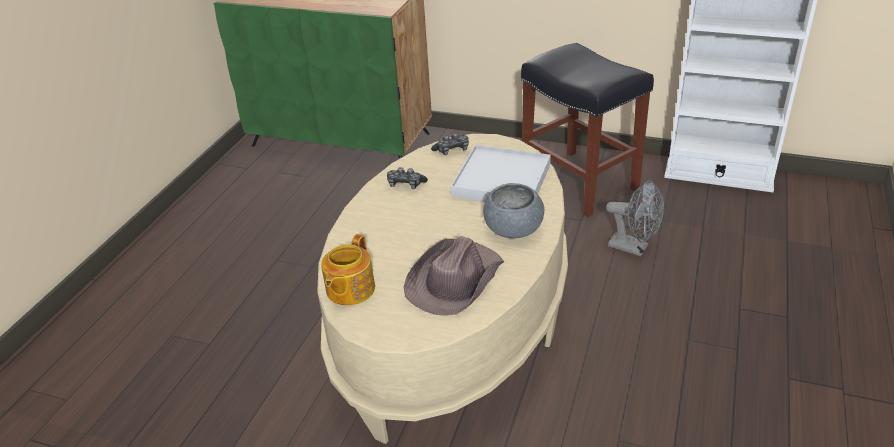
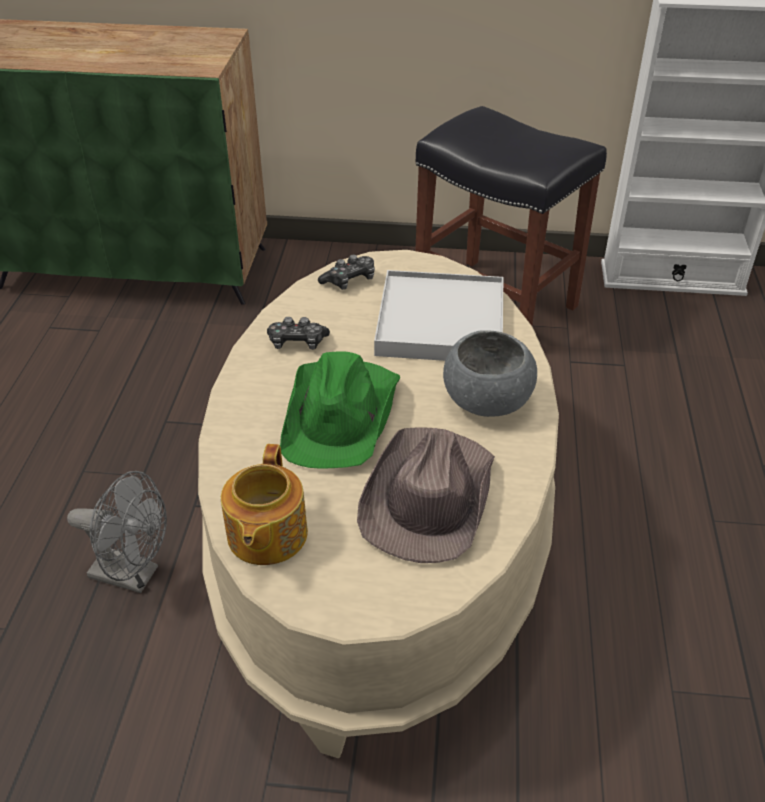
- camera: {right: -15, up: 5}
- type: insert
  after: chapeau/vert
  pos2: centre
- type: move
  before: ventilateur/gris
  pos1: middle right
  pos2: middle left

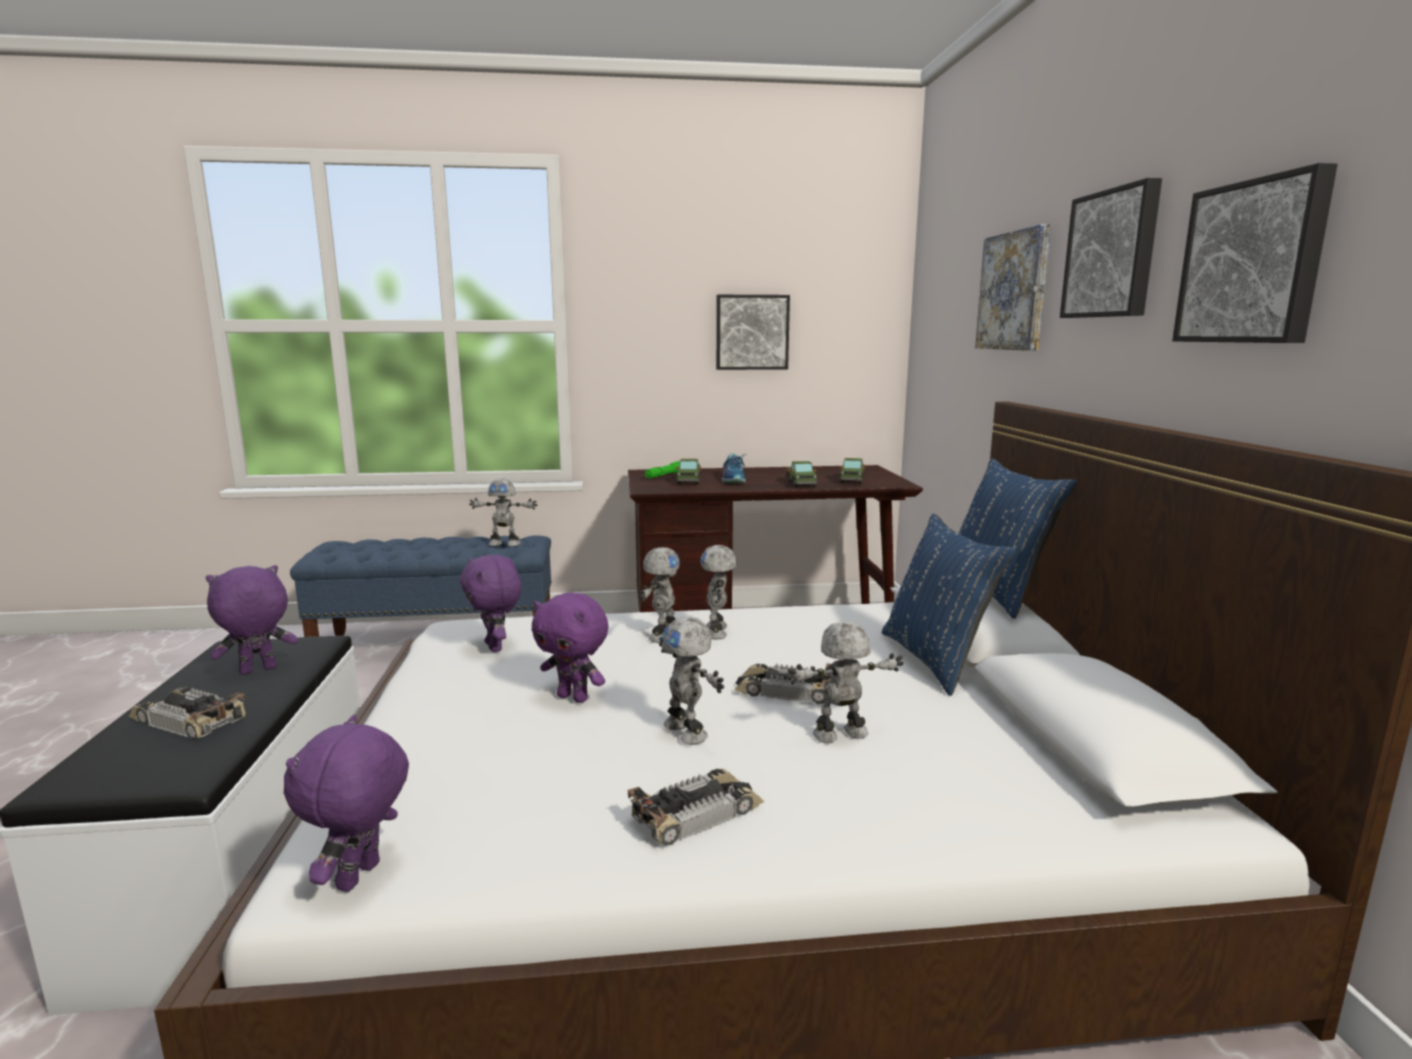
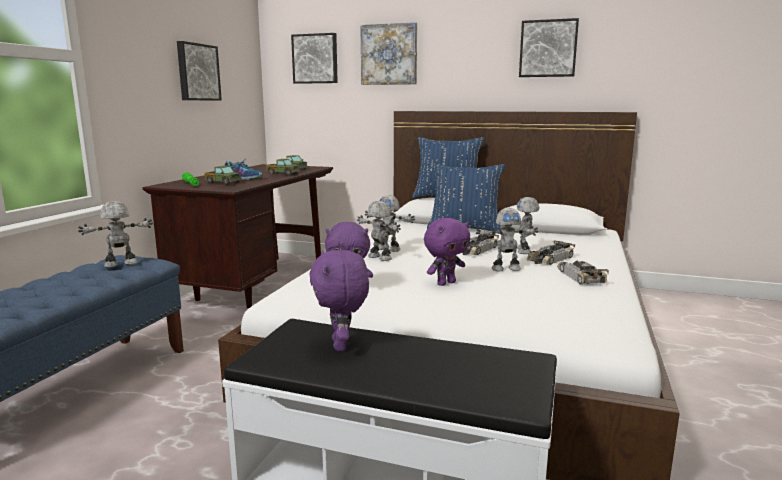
- camera: {right: -65, up: 0}
- type: delete
  before: peluche/violet (2nd from left)
  pos1: bottom left
- type: move
  before: petite voiture (1st from left in the first image)
  after: petite voiture (2nd from left)
  pos1: bottom left
  pos2: middle right
- type: move
  before: tableau (3rd from left in the first image)
  after: tableau (2nd from left)
  pos1: top right
  pos2: top centre
- type: rotate
  before: robot jouet (1st from left)
  pos1: centre
  pos2: middle left
  turn: -150

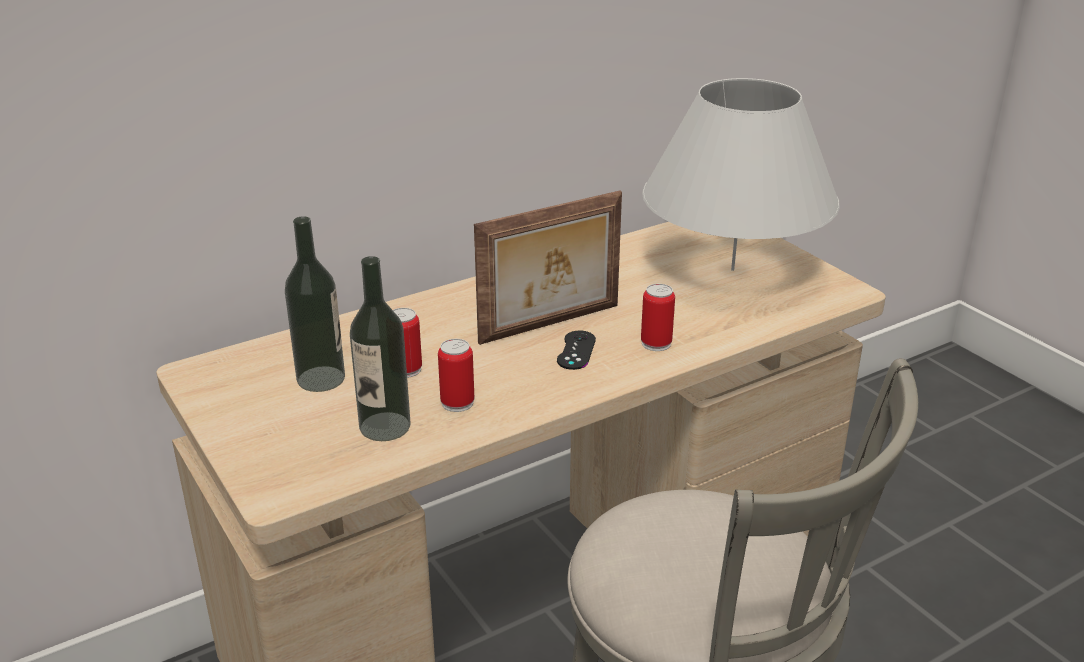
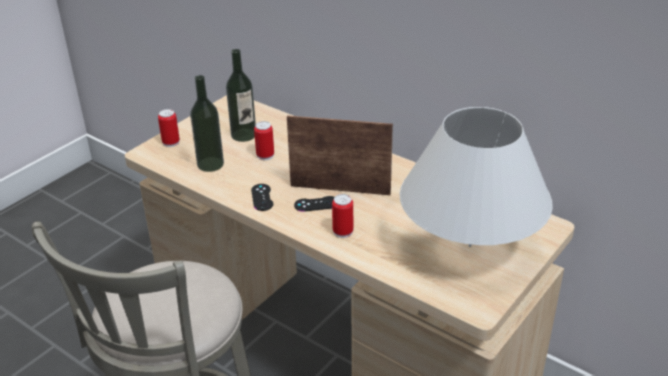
- camera: {right: 70, up: 5}
- type: insert
  after: manette/noir (1st from left)
  pos2: centre
- type: move
  before: boîte métallique (2nd from left in the first image)
  after: boîte métallique (1st from left)
  pos1: centre
  pos2: middle left
- type: rotate
  before: cadre photo
  pos1: centre
  pos2: centre
  turn: 150

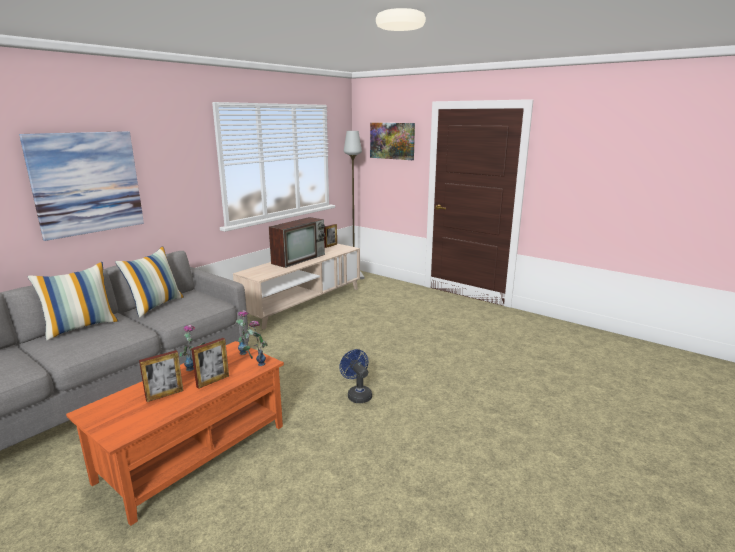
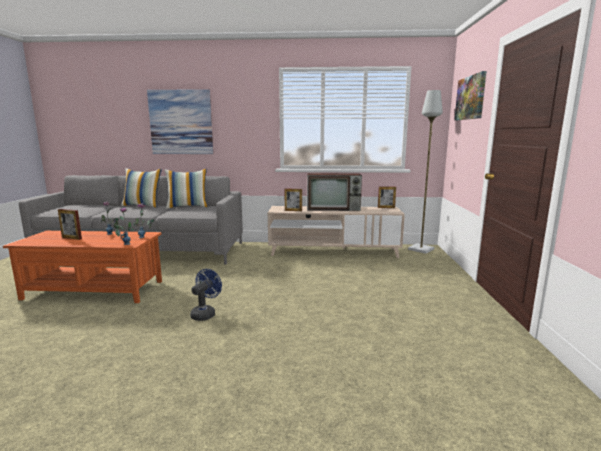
- camera: {right: 55, up: -5}
- type: move
  before: cadre photo (2nd from left)
  pos1: middle left
  pos2: centre

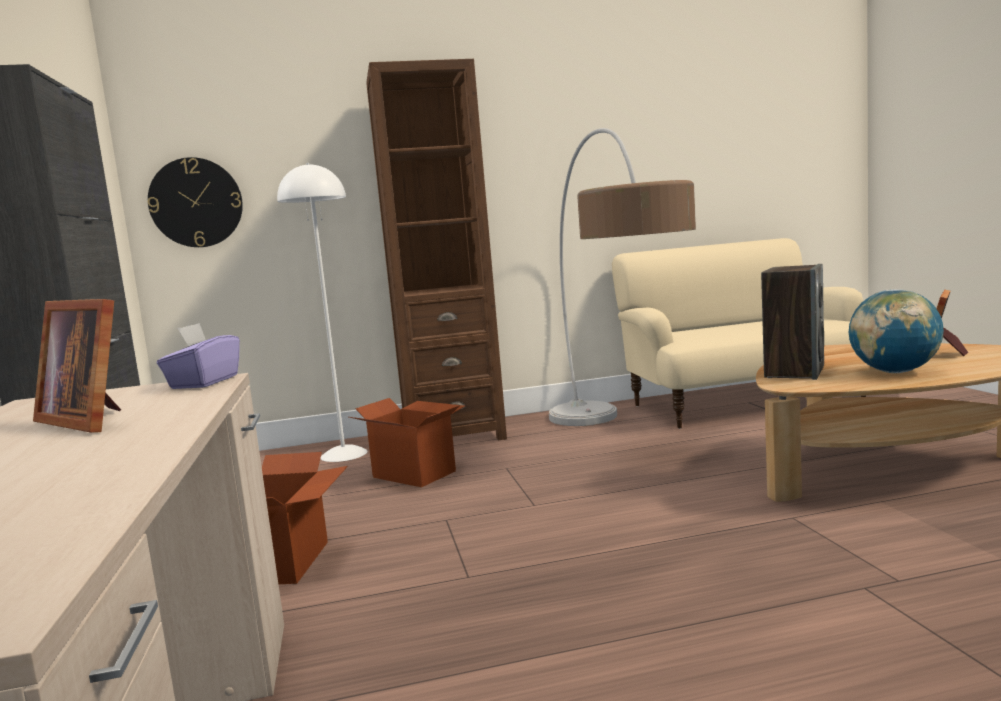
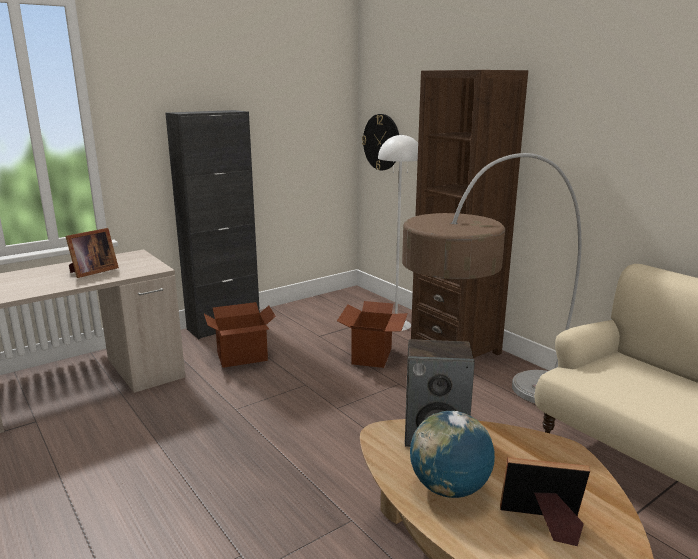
- camera: {right: 65, up: 10}
- type: delete
  before: boîte à mouchoirs/violet
  pos1: middle left
- type: rotate
  before: cadre photo (1st from left)
  pos1: middle left
  pos2: middle left
  turn: -150

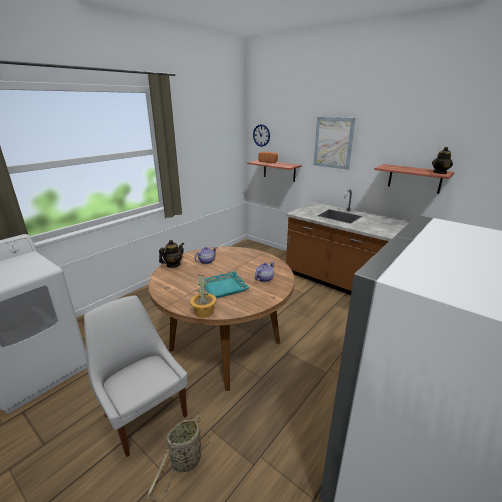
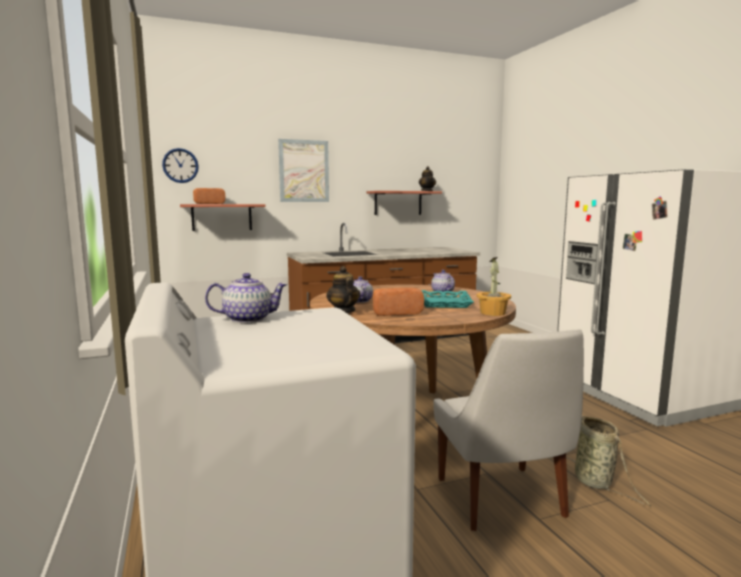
- camera: {right: -60, up: -15}
- type: insert
  after: théière (1st from left)
  pos2: middle left
- type: insert
  after: pain (2nd from left)
  pos2: centre
- type: rotate
  before: chaise/blanc
  pos1: bottom left
  pos2: bottom right
  turn: -90

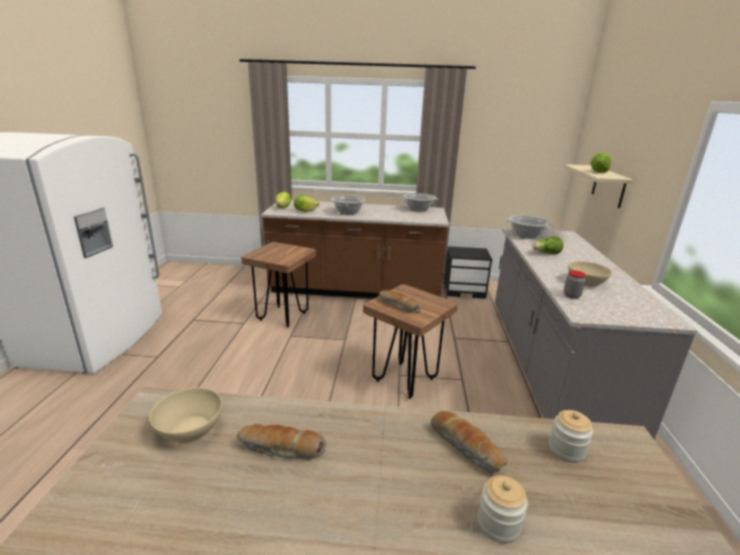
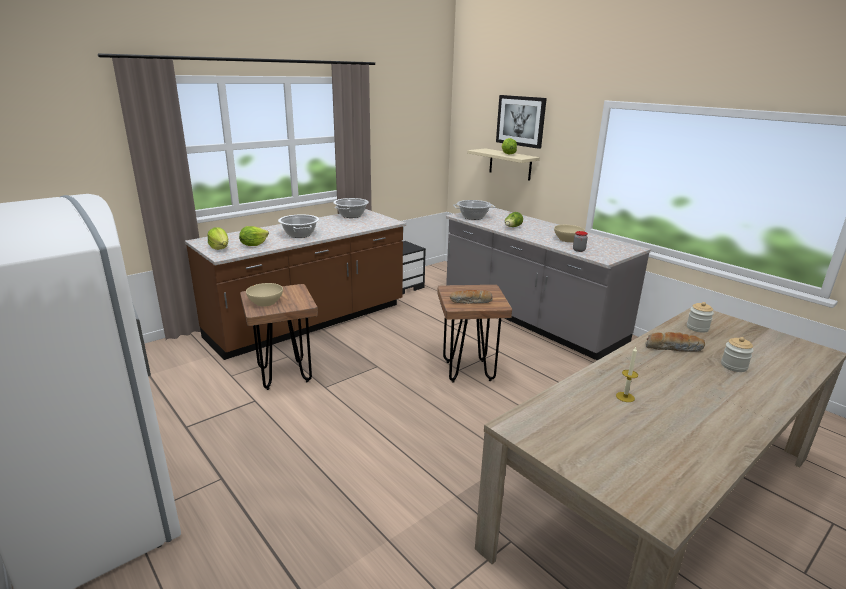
- camera: {right: -45, up: 0}
- type: insert
  after: tableau
  pos2: top centre
- type: move
  before: bol/beige (1st from left)
  pos1: bottom left
  pos2: middle left
- type: replace
  before: pain (1st from left)
  after: bougie
  pos1: bottom centre
  pos2: middle right

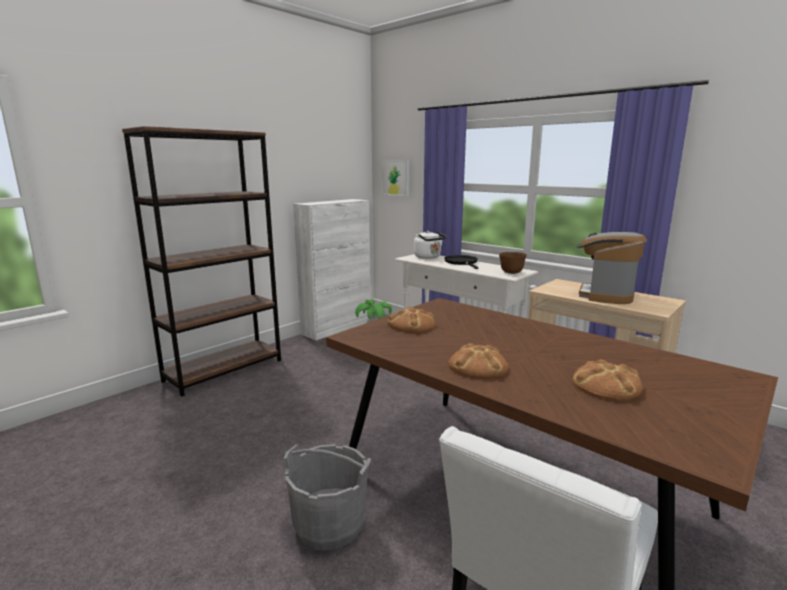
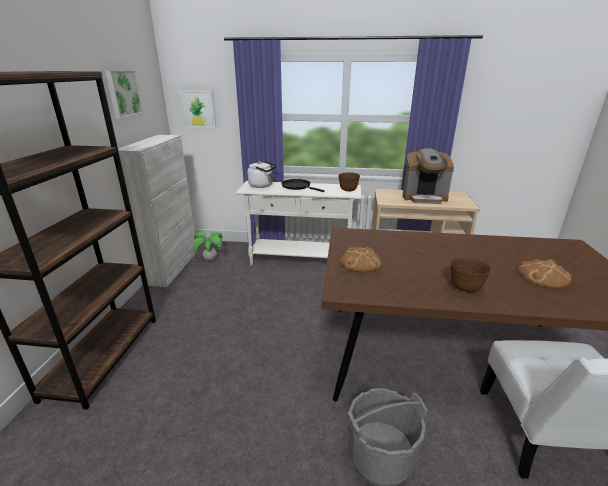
- camera: {right: -35, up: 10}
- type: insert
  after: tableau (1st from left)
  pos2: top left
- type: replace
  before: pain (2nd from left)
  after: bol/marron (2nd from left)
  pos1: centre
  pos2: middle right
- type: rotate
  before: machine à café
  pos1: middle right
  pos2: middle right
  turn: -75

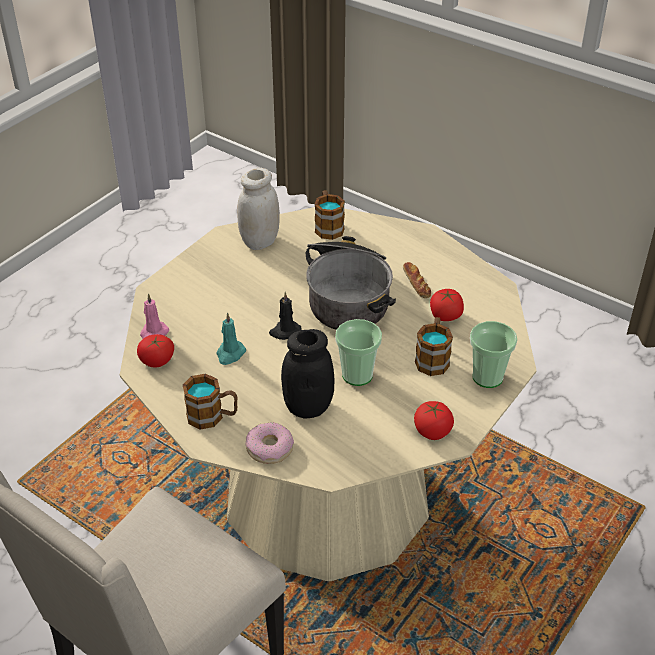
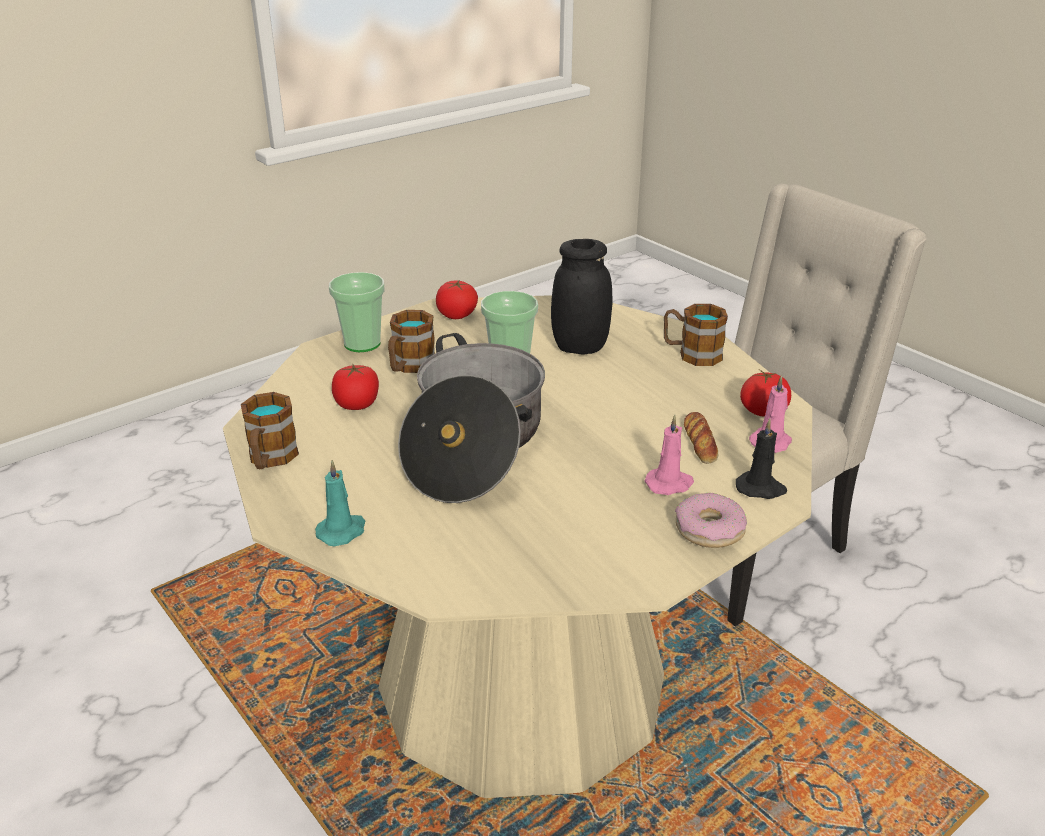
- camera: {right: -165, up: -10}
- type: delete
  before: bocal/blanc
  pos1: top centre
- type: insert
  after: bougie/rose (1st from left)
  pos2: centre
- type: move
  before: bougie/turquoise
  pos1: centre
  pos2: middle left
- type: move
  before: beignet
  pos1: bottom centre
  pos2: middle right
- type: move
  before: bougie/noir
  pos1: centre
  pos2: middle right
- type: move
  before: mug (2nd from left in the first image)
  after: mug (1st from left)
  pos1: top centre
  pos2: middle left
- type: move
  before: pain
  pos1: centre
  pos2: middle right

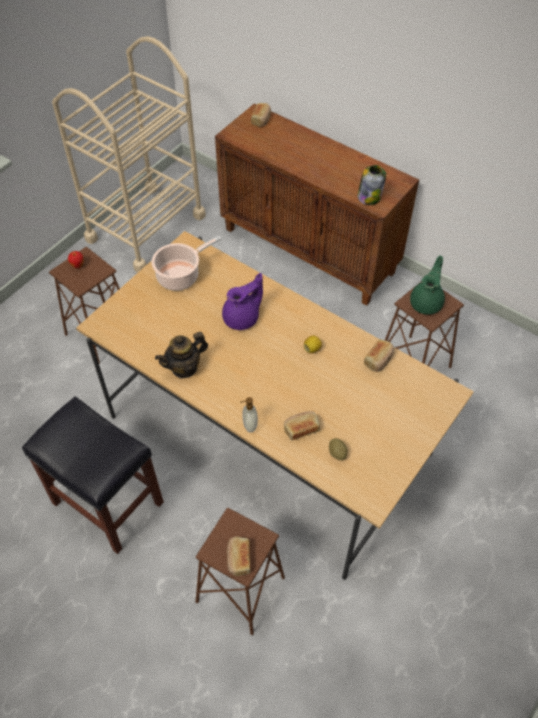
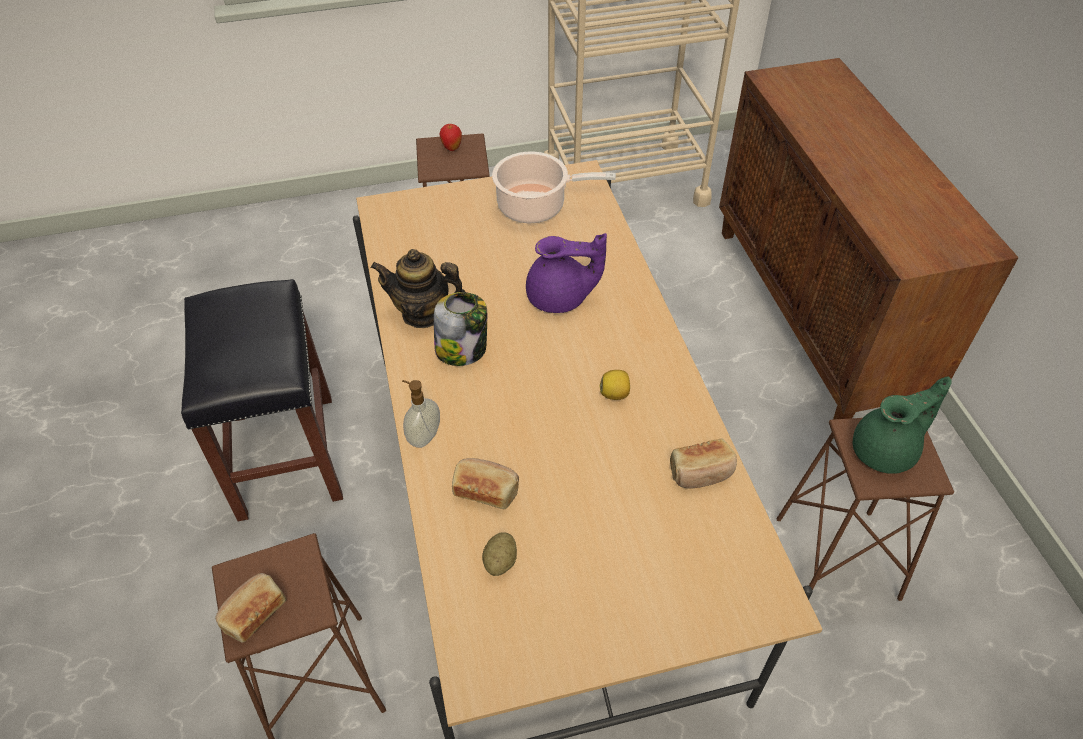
- camera: {right: 40, up: -5}
- type: delete
  before: pain (2nd from left)
  pos1: top centre
- type: move
  before: bocal
  pos1: top right
  pos2: centre

